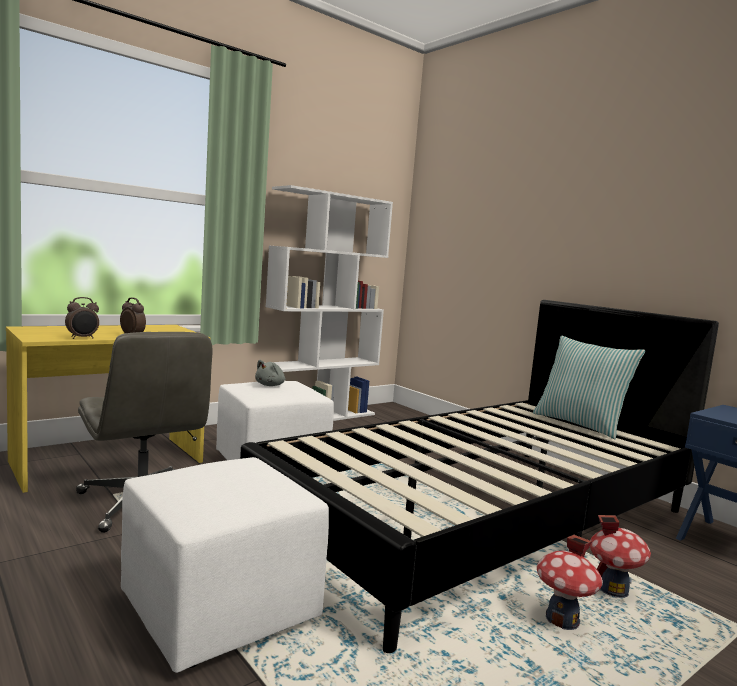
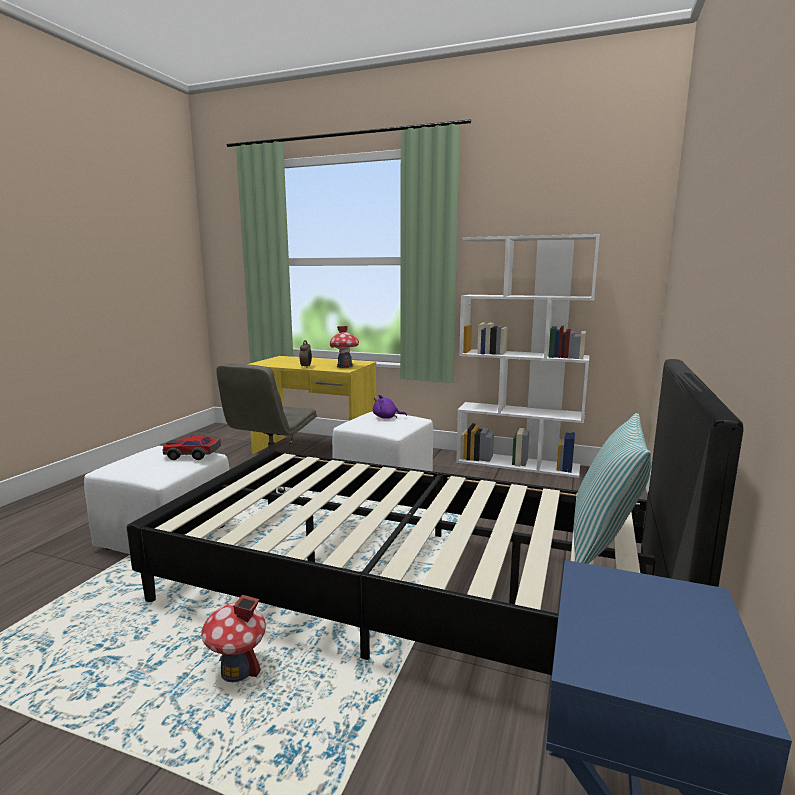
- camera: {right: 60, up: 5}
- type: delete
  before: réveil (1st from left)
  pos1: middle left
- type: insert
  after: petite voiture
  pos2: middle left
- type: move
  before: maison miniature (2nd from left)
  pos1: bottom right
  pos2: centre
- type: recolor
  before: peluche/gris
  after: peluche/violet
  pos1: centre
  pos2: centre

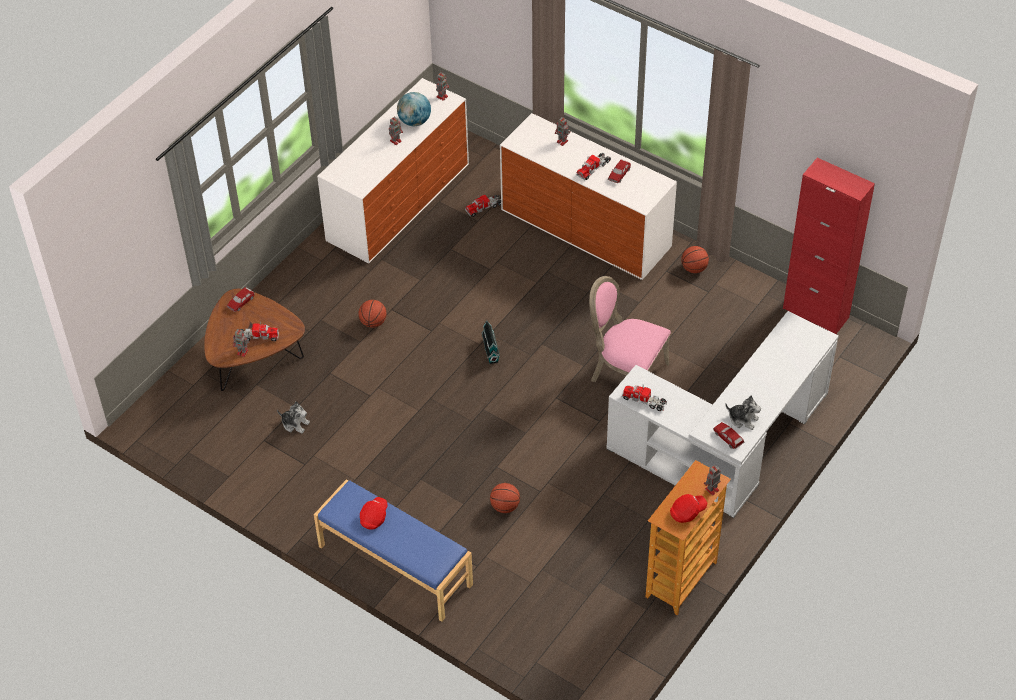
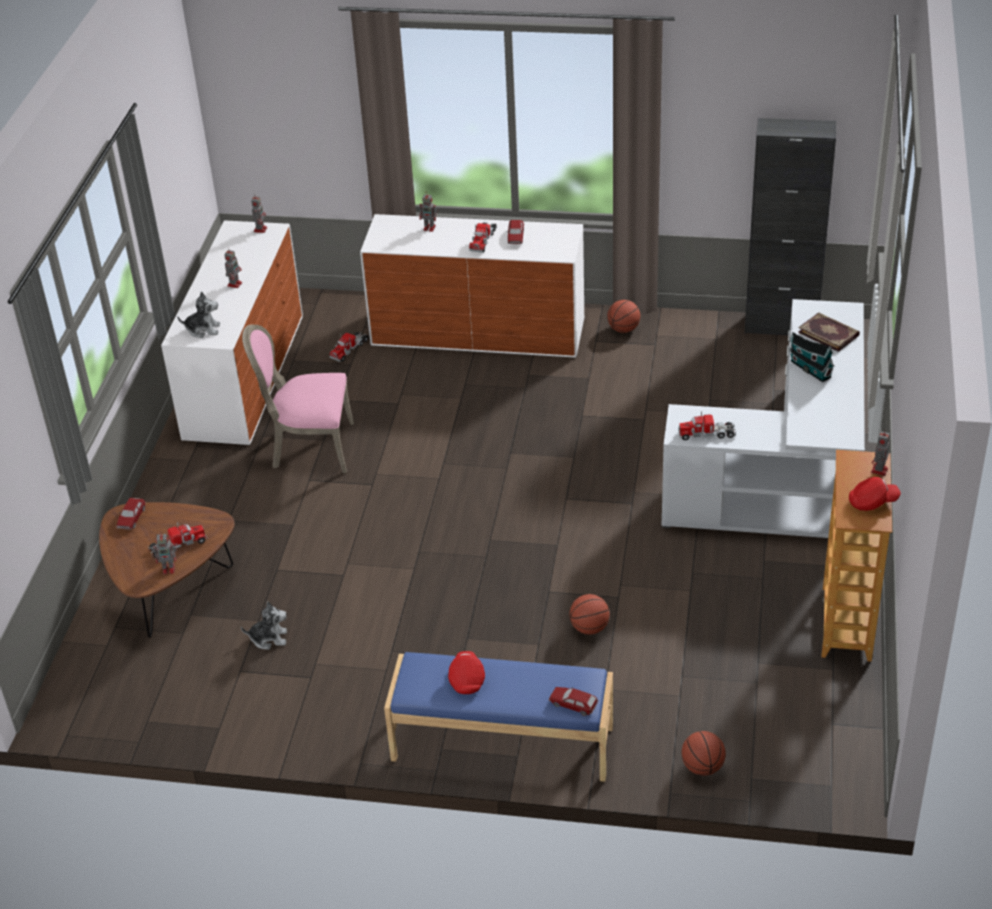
- camera: {right: -25, up: -10}
- type: delete
  before: globe
  pos1: top centre
- type: insert
  after: livre
  pos2: middle right
- type: move
  before: ballon de basket (1st from left in the first image)
  after: ballon de basket (3rd from left)
  pos1: centre
  pos2: bottom right
- type: move
  before: maison miniature
  pos1: centre
  pos2: middle right
- type: move
  before: chaise/rose
  pos1: centre
  pos2: middle left
- type: move
  before: petite voiture (3rd from left)
  pos1: middle right
  pos2: bottom centre
- type: move
  before: peluche (2nd from left in the first image)
  after: peluche (1st from left)
  pos1: middle right
  pos2: middle left
- type: recolor
  before: meuble de rangement/rouge
  after: meuble de rangement/noir
  pos1: middle right
  pos2: top right
- type: rotate
  before: casquette/rouge (2nd from left)
  pos1: bottom right
  pos2: middle right
  turn: 45

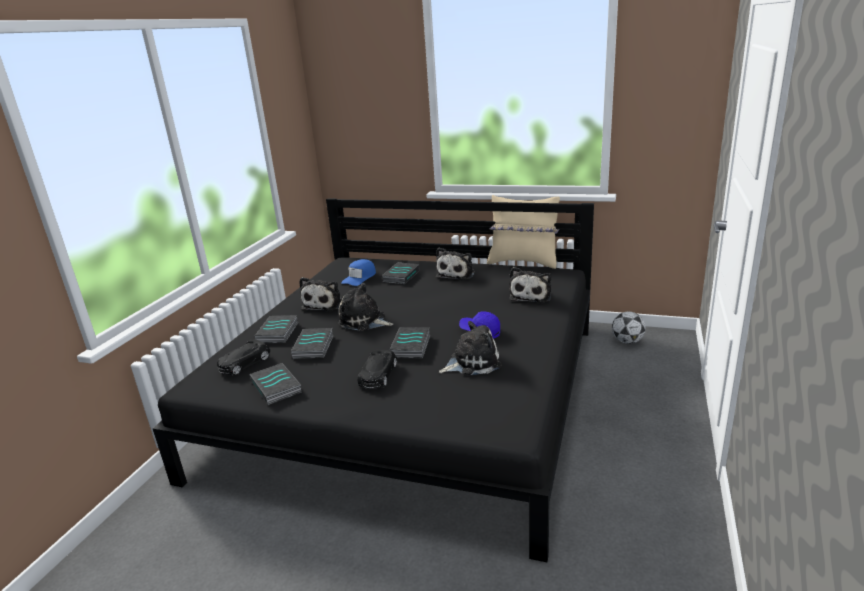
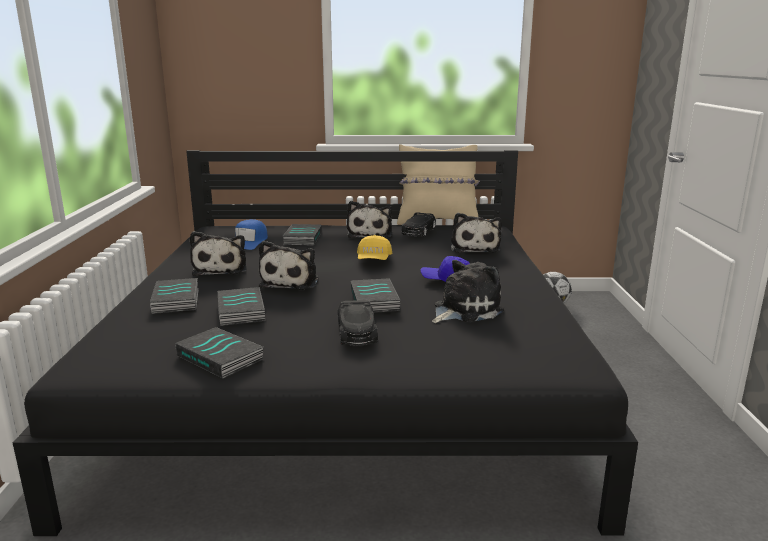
- camera: {right: -20, up: -5}
- type: insert
  after: casquette/jaune
  pos2: centre
- type: move
  before: petite voiture/noir (1st from left in the first image)
  after: petite voiture/noir (2nd from left)
  pos1: middle left
  pos2: centre
- type: rotate
  before: peluche (2nd from left)
  pos1: centre
  pos2: centre
  turn: -90

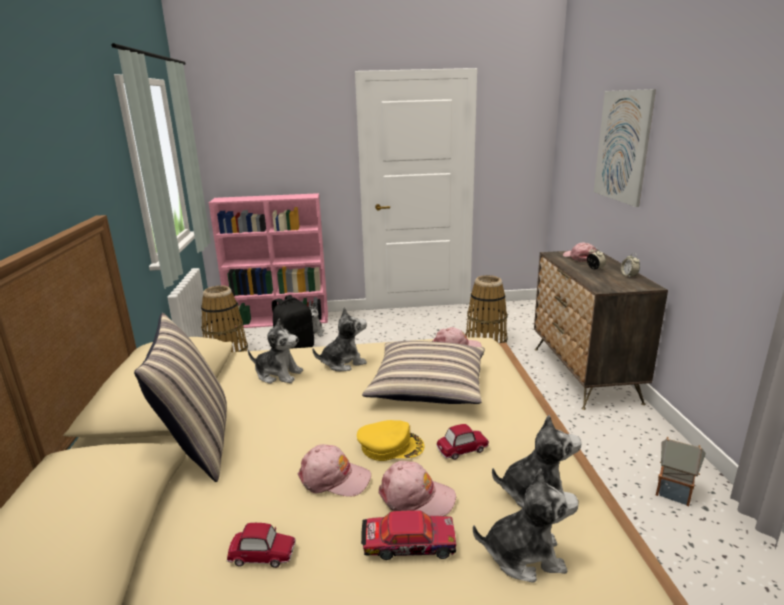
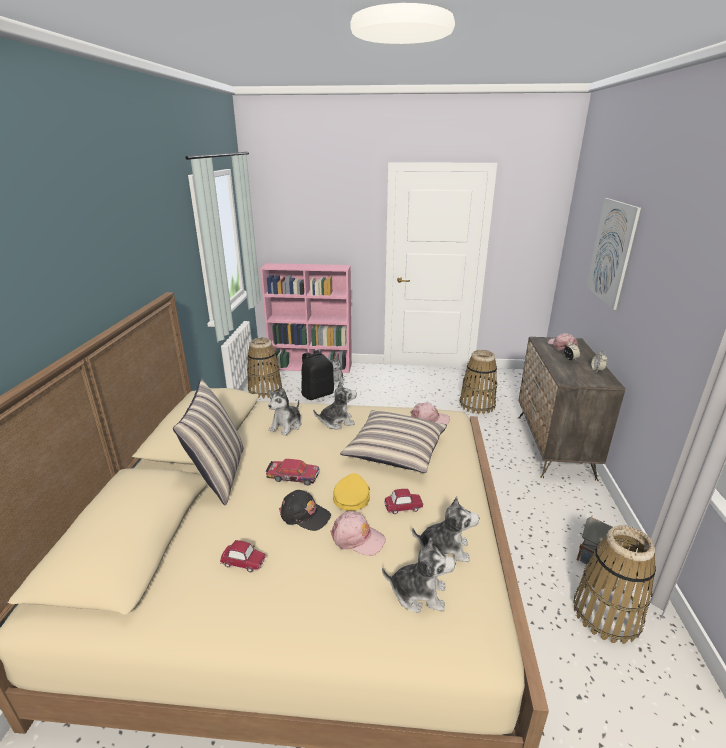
- camera: {right: 10, up: 5}
- type: insert
  after: panier (3rd from left)
  pos2: bottom right
- type: move
  before: petite voiture (2nd from left)
  pos1: bottom centre
  pos2: centre
- type: recolor
  before: casquette/rose (1st from left)
  after: casquette/noir
  pos1: bottom centre
  pos2: bottom centre
- type: rotate
  before: peluche (1st from left)
  pos1: centre
  pos2: centre
  turn: 90
- type: rotate
  before: casquette/jaune
  pos1: bottom centre
  pos2: centre
  turn: -90

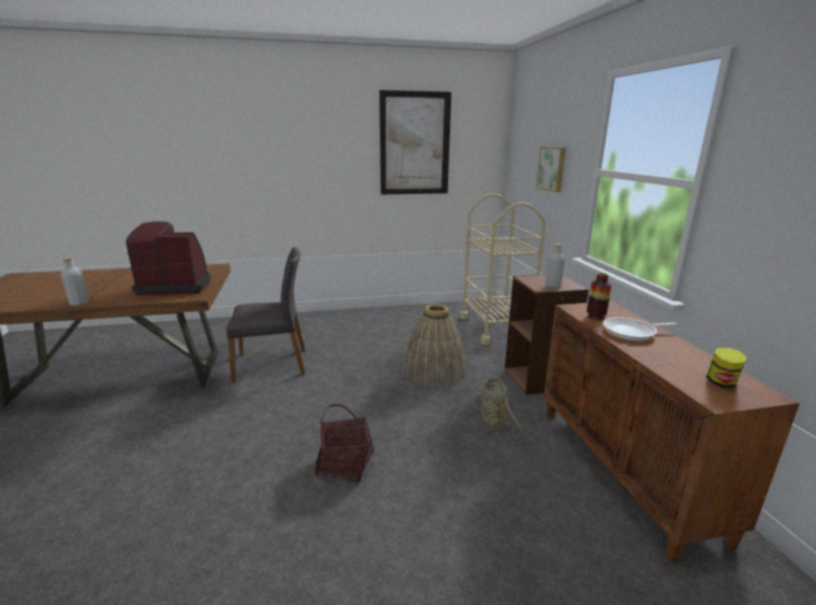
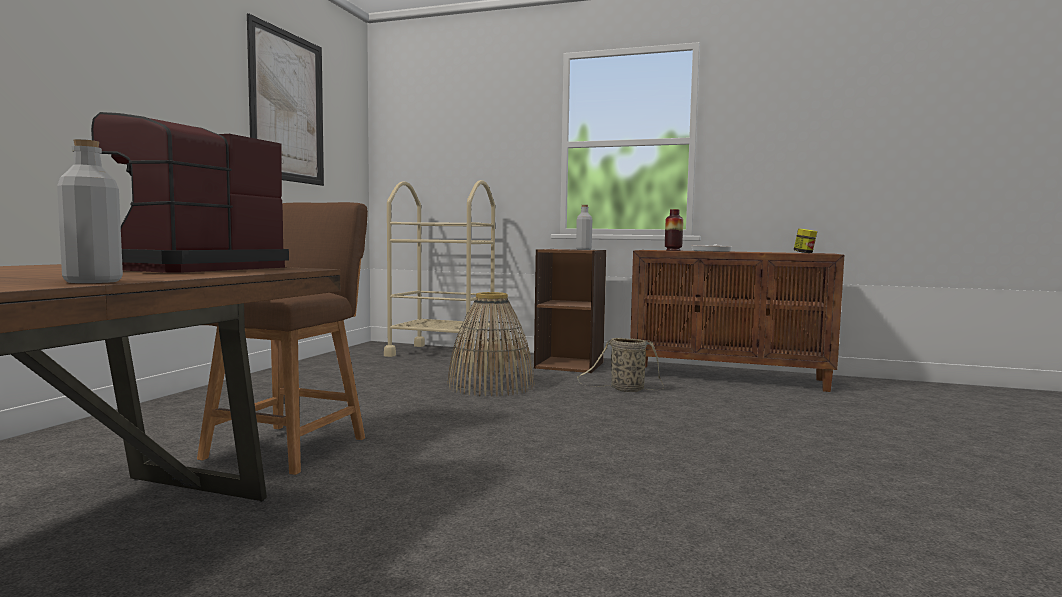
- camera: {right: -60, up: -15}
- type: delete
  before: panier (1st from left)
  pos1: bottom centre
- type: delete
  before: tableau (2nd from left)
  pos1: top right
- type: replace
  before: chaise/gris
  after: tabouret/marron
  pos1: middle left
  pos2: middle left

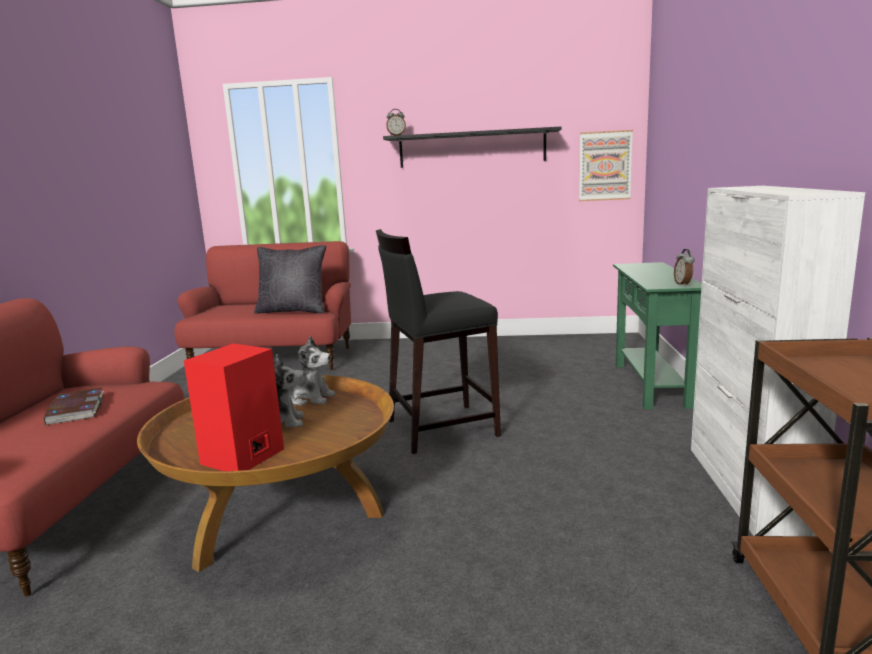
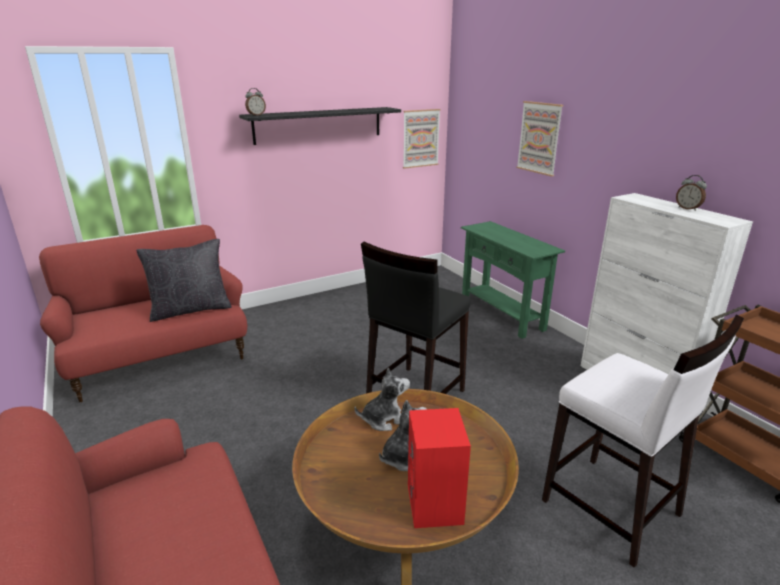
- camera: {right: -35, up: 10}
- type: delete
  before: livre
  pos1: middle left
- type: insert
  after: tableau (2nd from left)
  pos2: top right
- type: insert
  after: tabouret/blanc
  pos2: bottom right
- type: move
  before: réveil (2nd from left)
  pos1: middle right
  pos2: top right

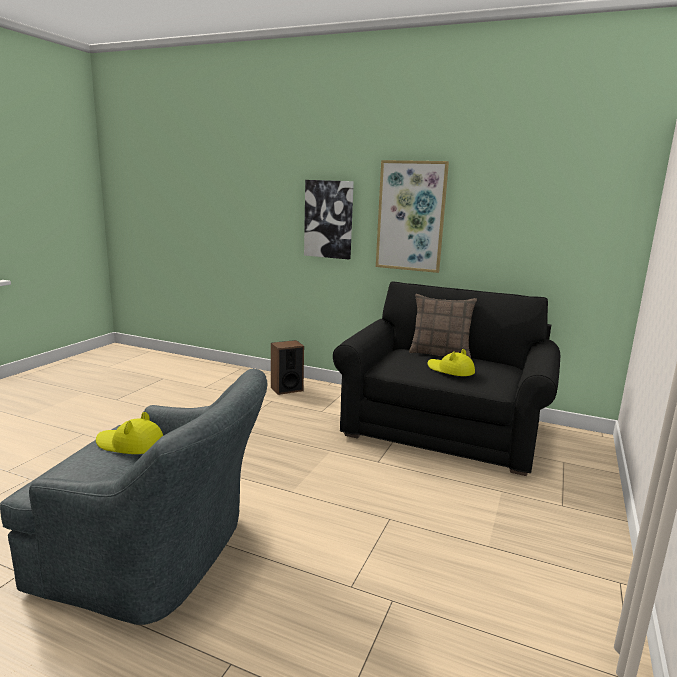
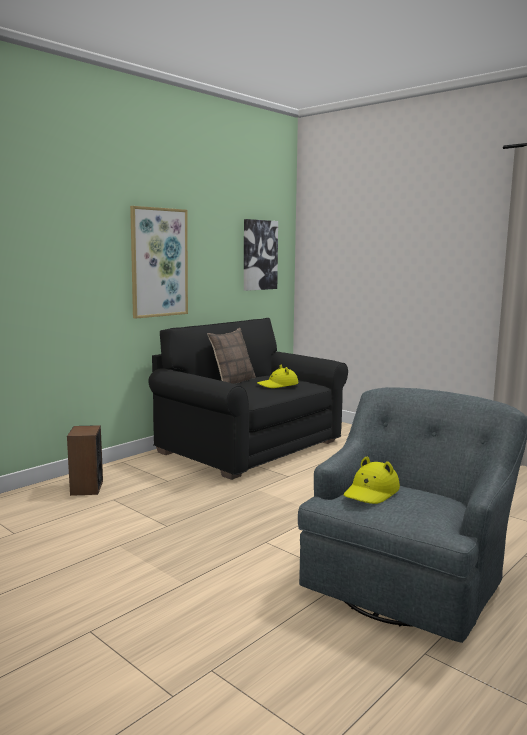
- camera: {right: -70, up: -5}
- type: move
  before: tableau (1st from left in the first image)
  after: tableau (2nd from left)
  pos1: top centre
  pos2: centre

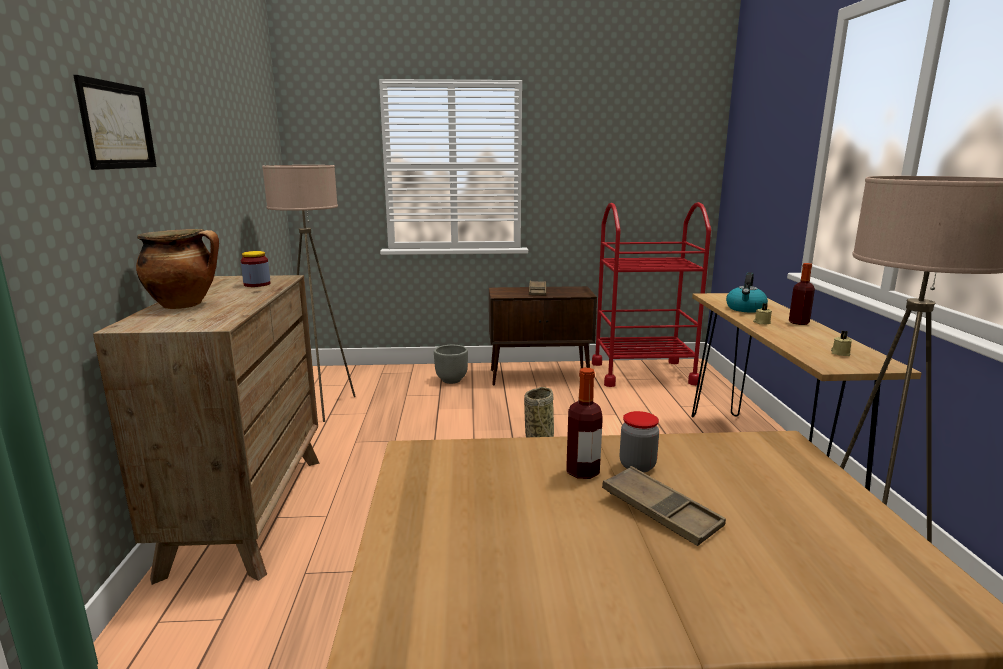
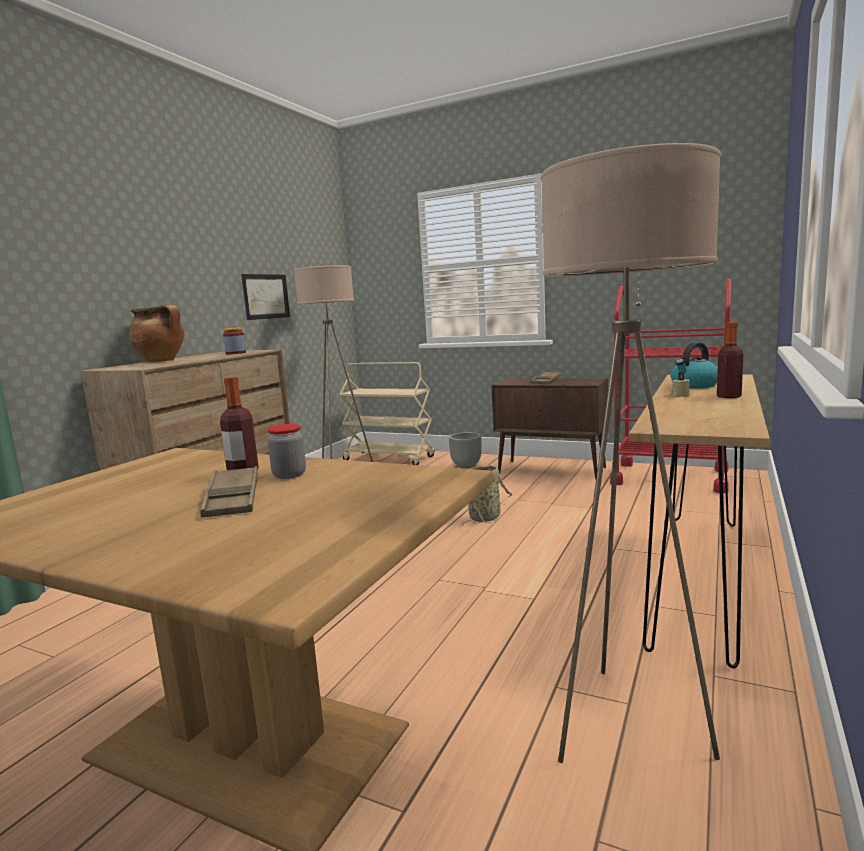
- camera: {right: 30, up: -5}
- type: delete
  before: bougie/beige (2nd from left)
  pos1: middle right
- type: insert
  after: chariot/beige
  pos2: centre
- type: move
  before: tableau
  pos1: top left
  pos2: middle left

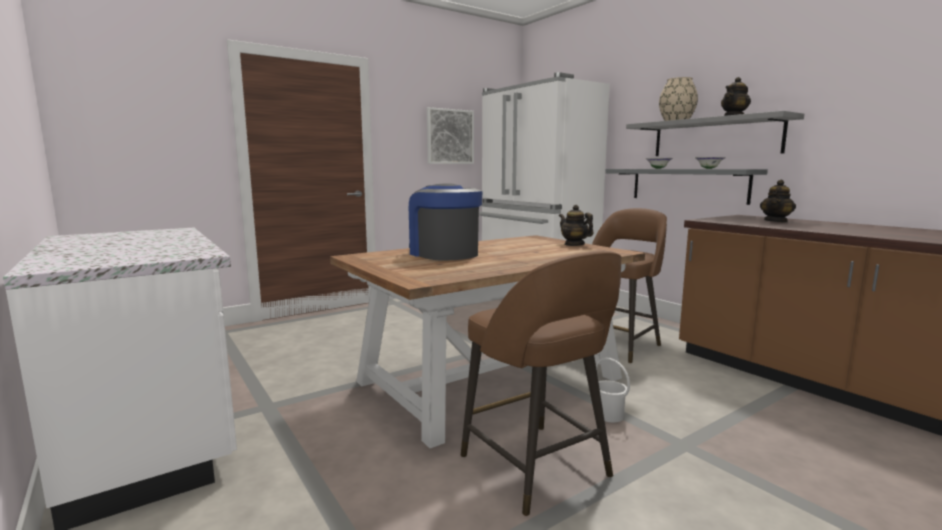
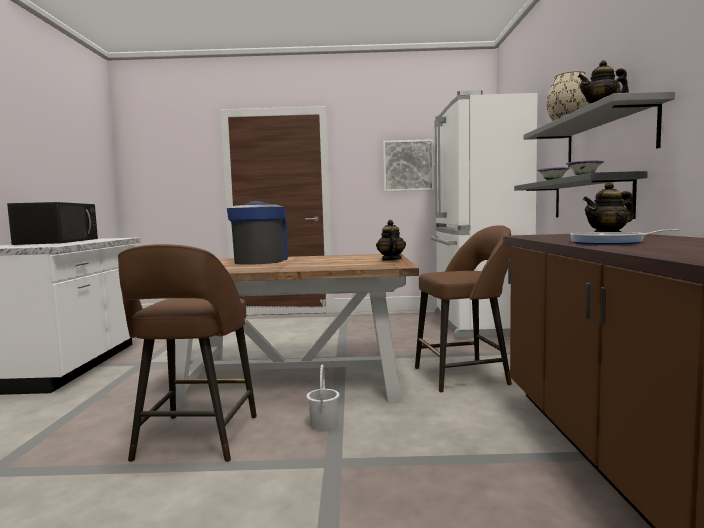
- camera: {right: 35, up: -5}
- type: insert
  after: micro-ondes/noir
  pos2: middle left
- type: insert
  after: poêle
  pos2: middle right

